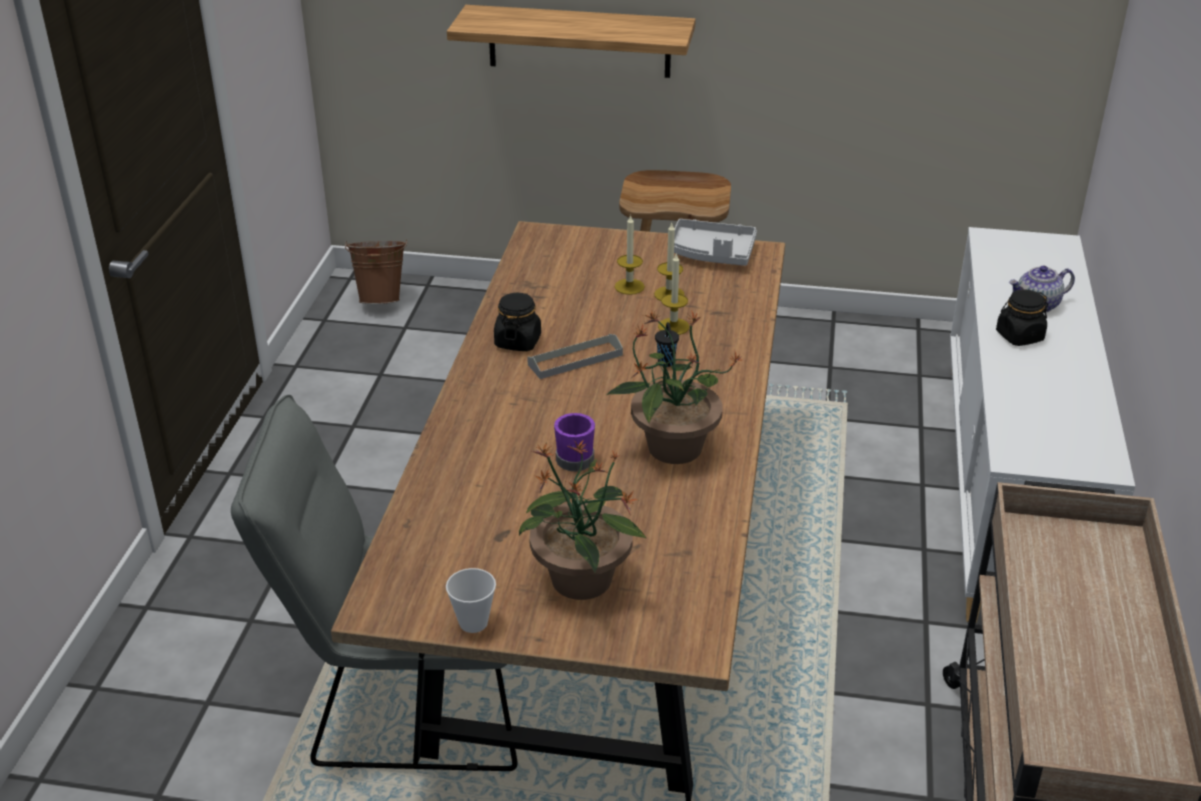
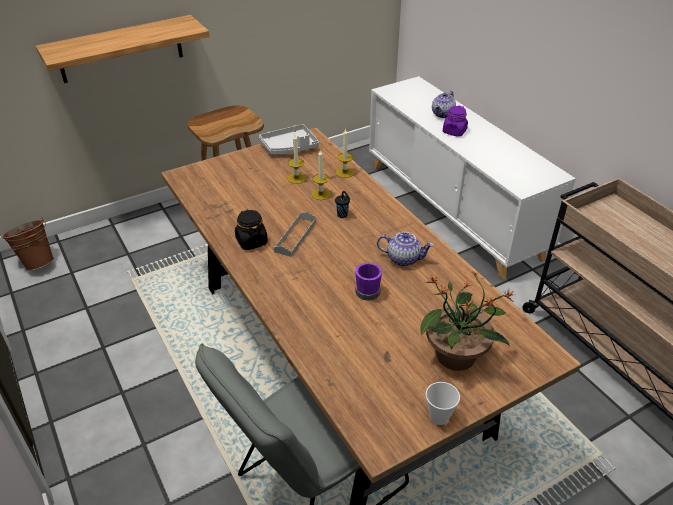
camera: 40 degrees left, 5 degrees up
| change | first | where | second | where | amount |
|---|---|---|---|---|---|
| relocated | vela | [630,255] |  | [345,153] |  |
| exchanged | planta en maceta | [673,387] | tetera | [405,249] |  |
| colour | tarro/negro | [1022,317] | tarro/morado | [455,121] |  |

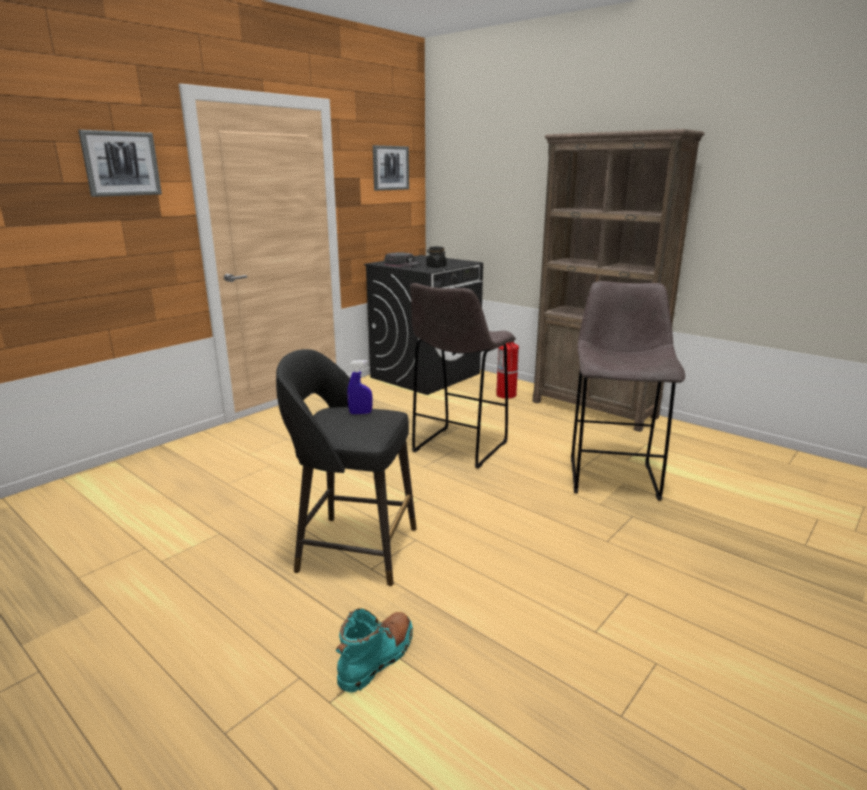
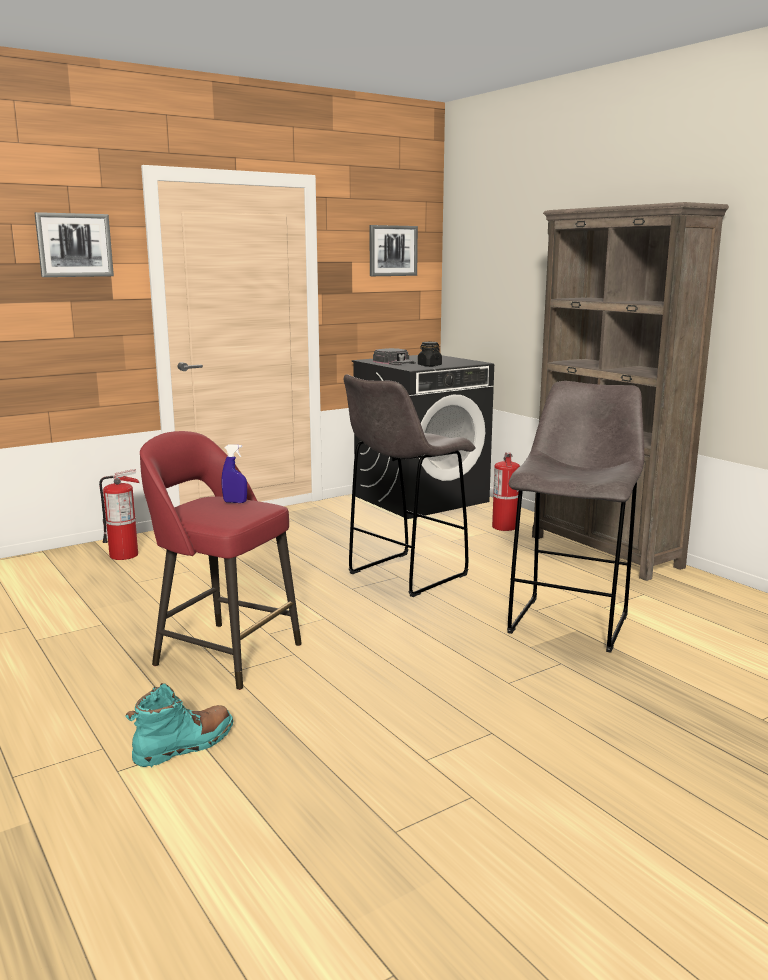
camera: 15 degrees right, 5 degrees down
| change | first | where | second | where | amount |
|---|---|---|---|---|---|
| appeared |  |  | extintor | [119,514] |  |
| colour | taburete/negro | [346,467] | taburete/rojo | [221,560] |  |

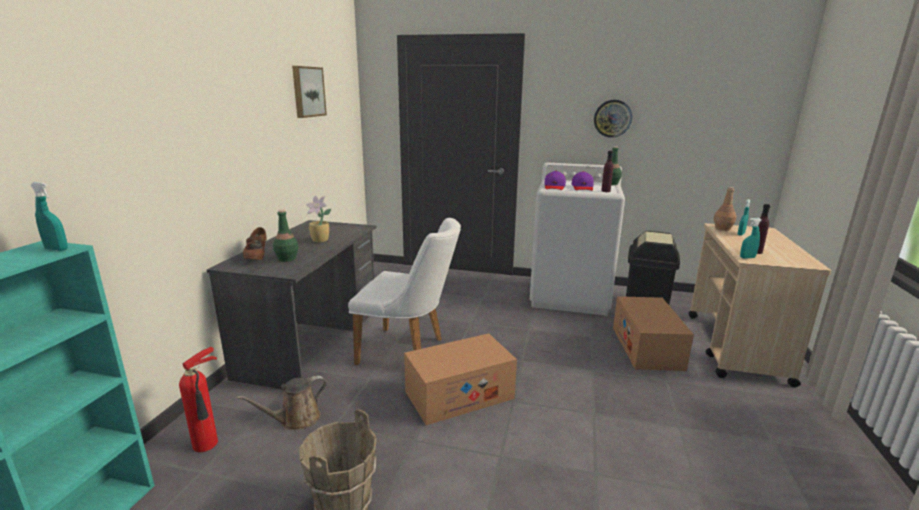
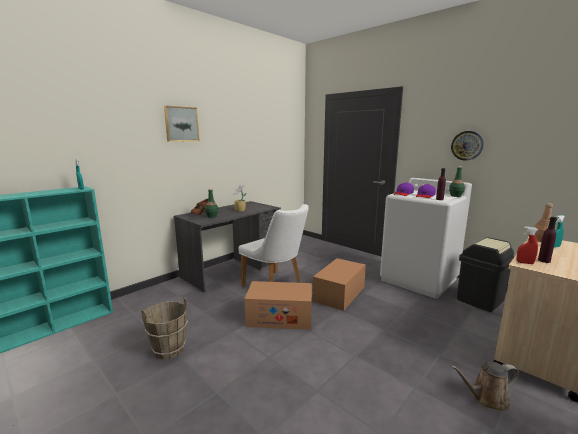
camera: 30 degrees right, 5 degrees down
| change | first | where | second | where | amount |
|---|---|---|---|---|---|
| relocated | cuadro | [309,92] |  | [181,124] |  |
| relocated | caja de cartón | [653,333] |  | [339,284] |  |
| relocated | regadera/marrón | [282,402] |  | [485,386] |  |
| colour | pulverizador/turquesa | [751,238] | pulverizador/rojo | [527,245] |  |
| missing | extintor | [198,399] |  |  |  |

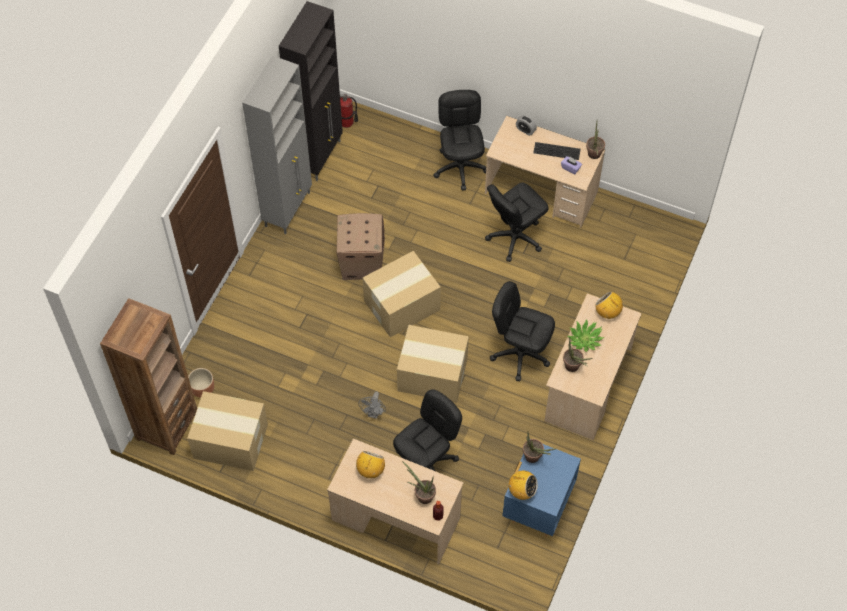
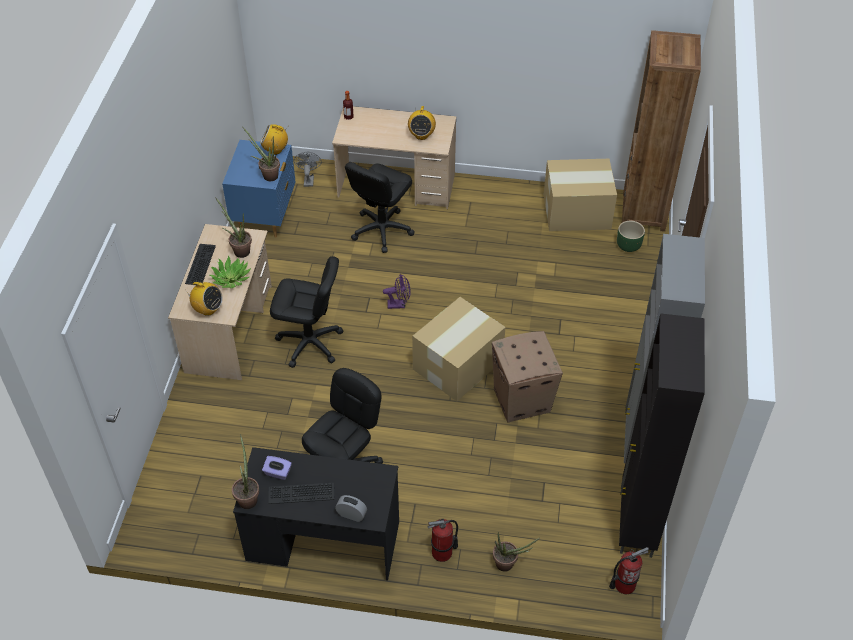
camera: 165 degrees right, 10 degrees down
| change | first | where | second | where | amount |
|---|---|---|---|---|---|
| appeared |  |  | teclado | [200,264] |  |
| colour | escritorio/beis | [545,172] | escritorio/negro | [316,514] |  |
| relocated | ventilador/gris | [372,405] |  | [308,169] |  |
| exchanged | caja de cartón | [433,364] | ventilador/morado | [397,291] |  |
| exchanged | silla de oficina/negro | [459,140] | extintor | [443,540] |  |
| relocated | planta en maceta | [419,482] |  | [516,552] |  |
| colour | maceta/marrón | [201,383] | maceta/verde | [631,236] |  |

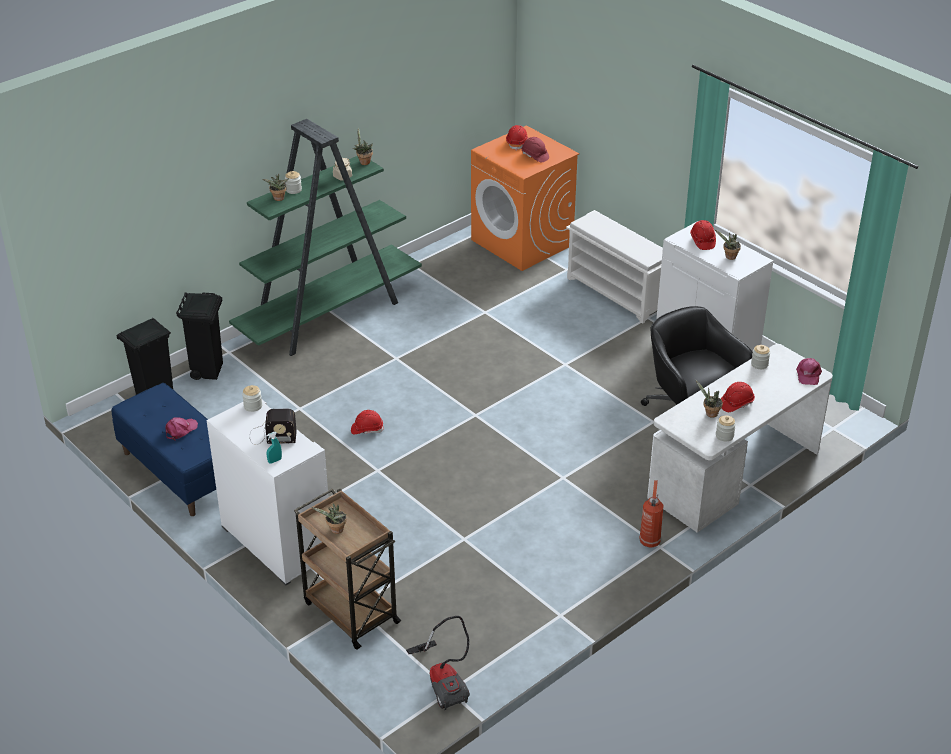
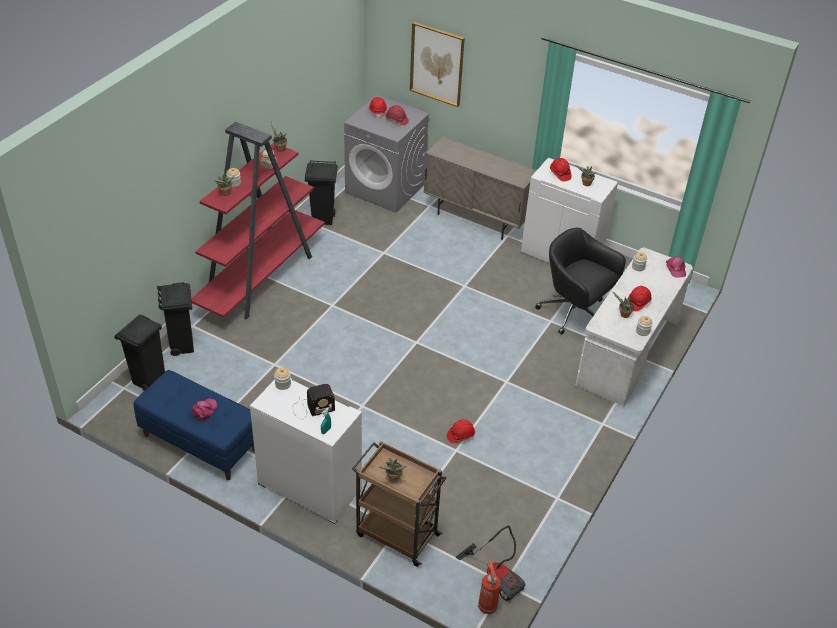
camera: 20 degrees left, 5 degrees up
| change | first | where | second | where | amount |
|---|---|---|---|---|---|
| colour | estantería/verde | [325,237] | estantería/rojo | [258,220] |  |
| appeared |  |  | papelera/negro | [321,193] |  |
| colour | lavadora/naranja | [525,198] | lavadora/gris | [387,154] |  |
| appeared |  |  | cuadro | [437,64] |  |
| exchanged | zapatero/blanco | [614,267] | armario/beis | [480,188] |  |
| relocated | casco/rojo | [367,422] |  | [461,431] |  |
| relocated | extintor | [651,514] |  | [489,586] |  |

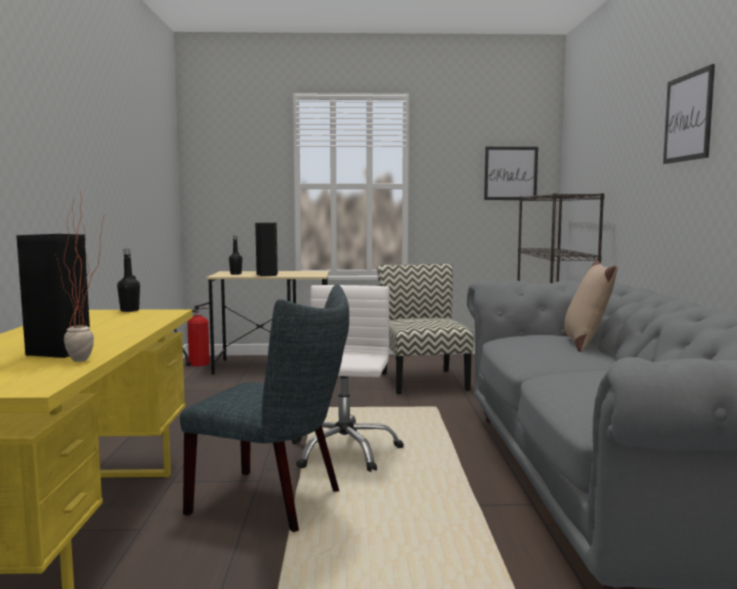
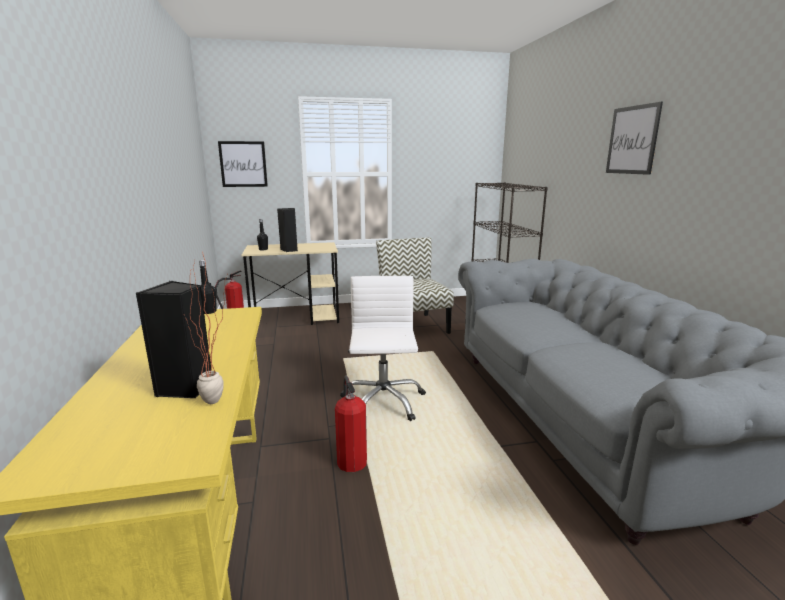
camera: 10 degrees left, 10 degrees up
| change | first | where | second | where | amount |
|---|---|---|---|---|---|
| relocated | cuadro | [511,173] |  | [243,164] |  |
| exchanged | silla/gris | [264,408] | extintor | [351,424] |  |
| missing | cojín/beis | [591,306] |  |  |  |

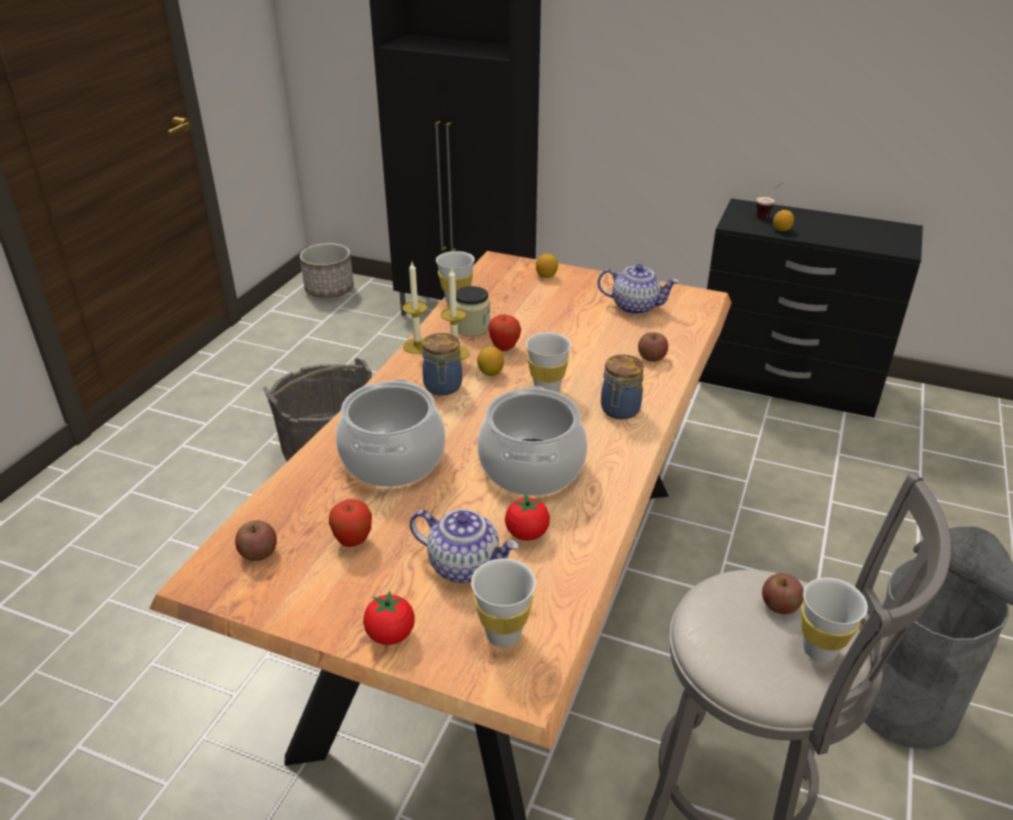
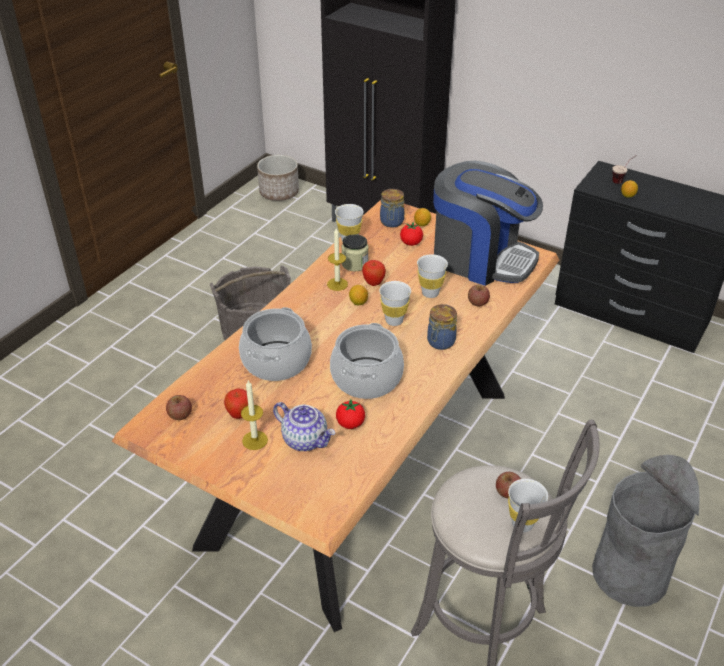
camera: 10 degrees right, 5 degrees up
| change | first | where | second | where | amount |
|---|---|---|---|---|---|
| relocated | vela | [415,308] |  | [254,415] |  |
| relocated | tarro | [442,364] |  | [392,208] |  |
| relocated | tomate | [389,618] |  | [411,234] |  |
| relocated | taza/blanco | [503,603] |  | [432,276] |  |
| exchanged | tetera | [638,289] | cafetera | [488,223] |  |

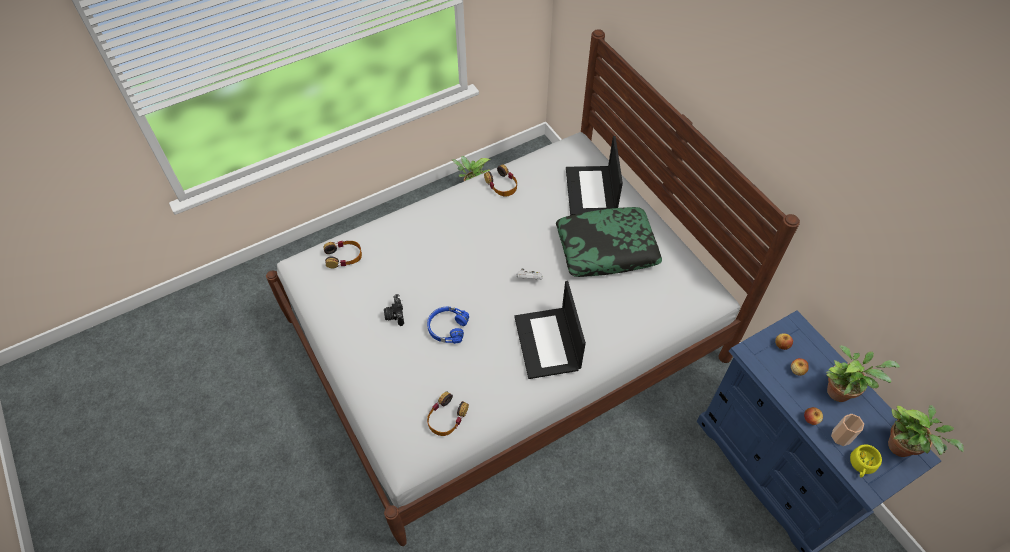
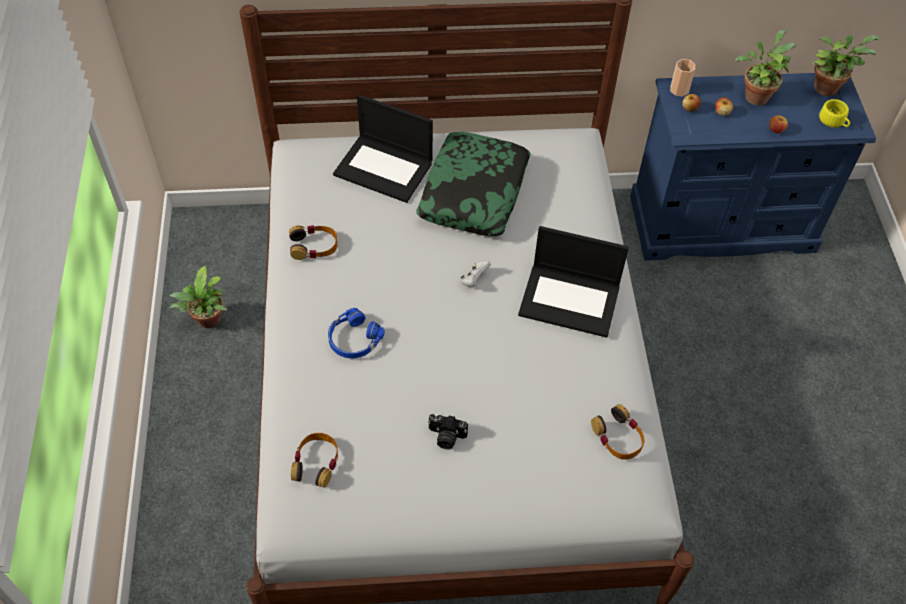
camera: 65 degrees left, 0 degrees up
| change | first | where | second | where | amount |
|---|---|---|---|---|---|
| relocated | auriculares/azul | [448,325] |  | [356,333] |  |
| relocated | taza | [847,430] |  | [683,78] |  |

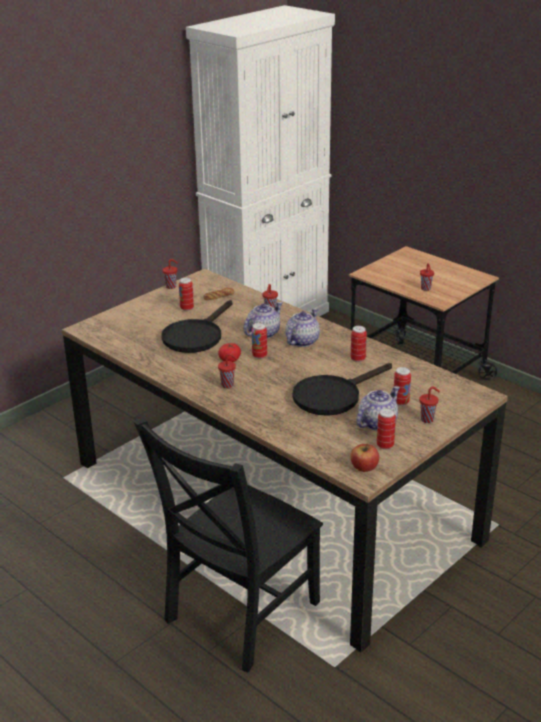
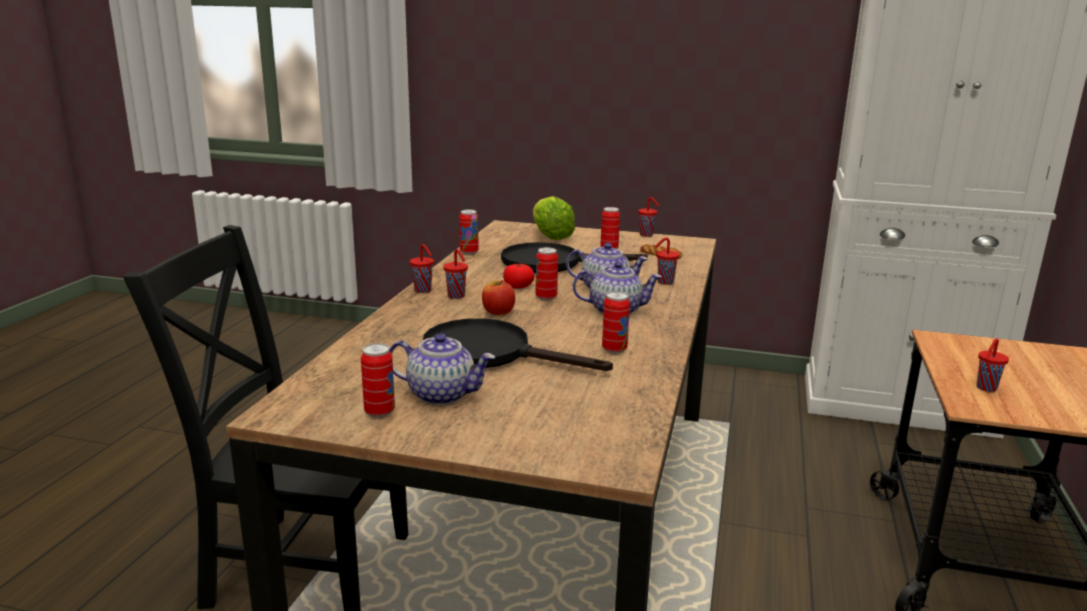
camera: 60 degrees right, 10 degrees down
| change | first | where | second | where | amount |
|---|---|---|---|---|---|
| relocated | taza/rojo | [429,405] |  | [422,268] |  |
| relocated | lata | [402,386] |  | [468,232] |  |
| relocated | manzana | [365,458] |  | [498,297] |  |
| appeared |  |  | lechuga | [554,218] |  |

